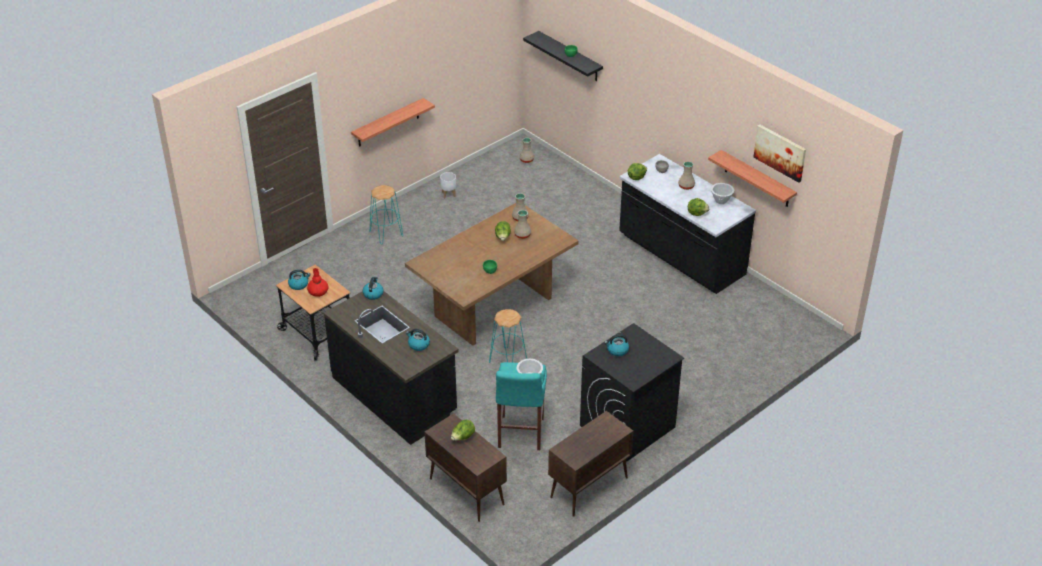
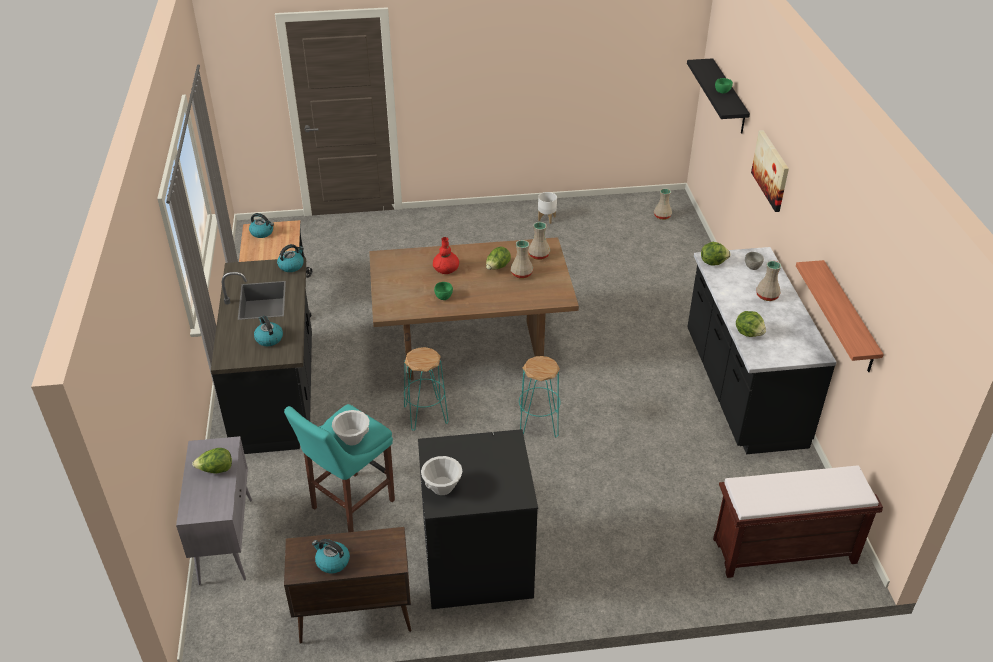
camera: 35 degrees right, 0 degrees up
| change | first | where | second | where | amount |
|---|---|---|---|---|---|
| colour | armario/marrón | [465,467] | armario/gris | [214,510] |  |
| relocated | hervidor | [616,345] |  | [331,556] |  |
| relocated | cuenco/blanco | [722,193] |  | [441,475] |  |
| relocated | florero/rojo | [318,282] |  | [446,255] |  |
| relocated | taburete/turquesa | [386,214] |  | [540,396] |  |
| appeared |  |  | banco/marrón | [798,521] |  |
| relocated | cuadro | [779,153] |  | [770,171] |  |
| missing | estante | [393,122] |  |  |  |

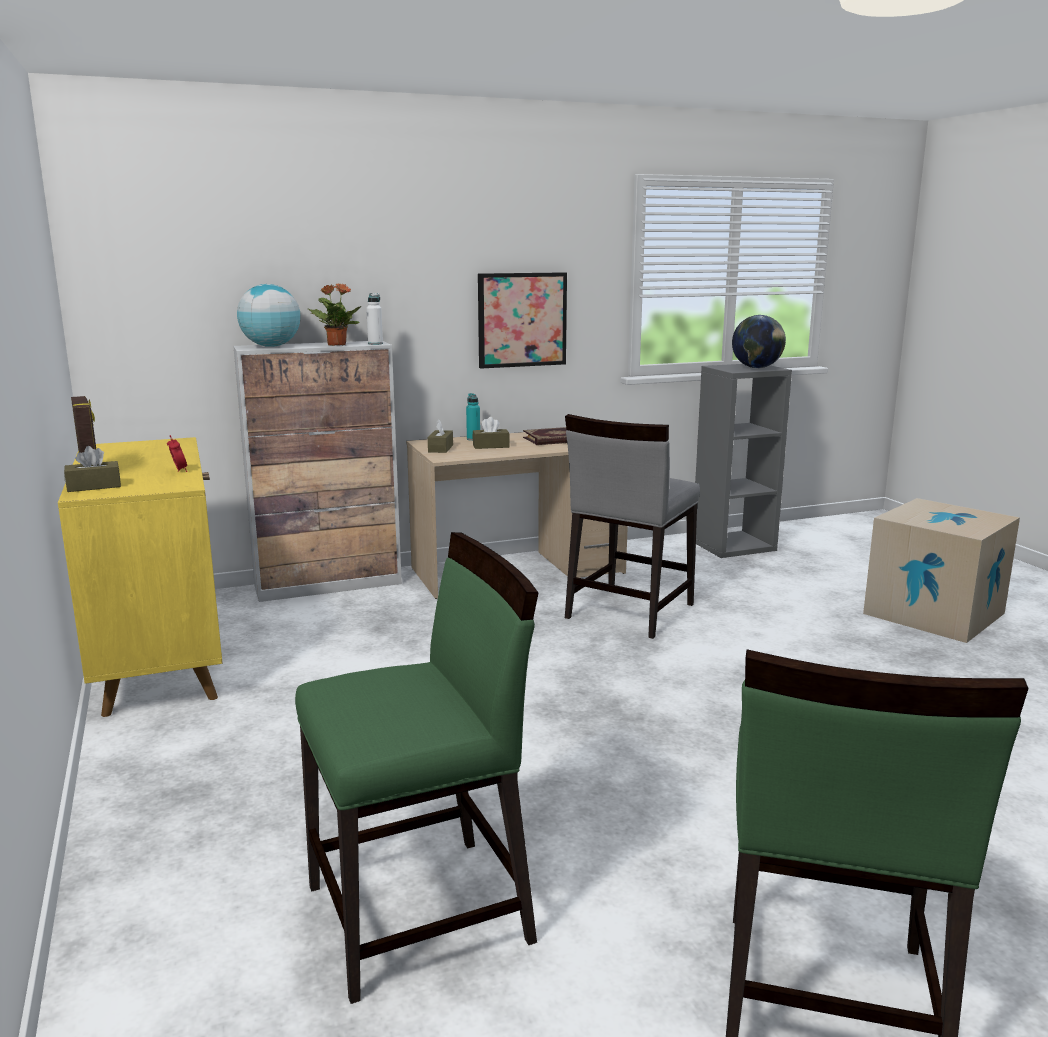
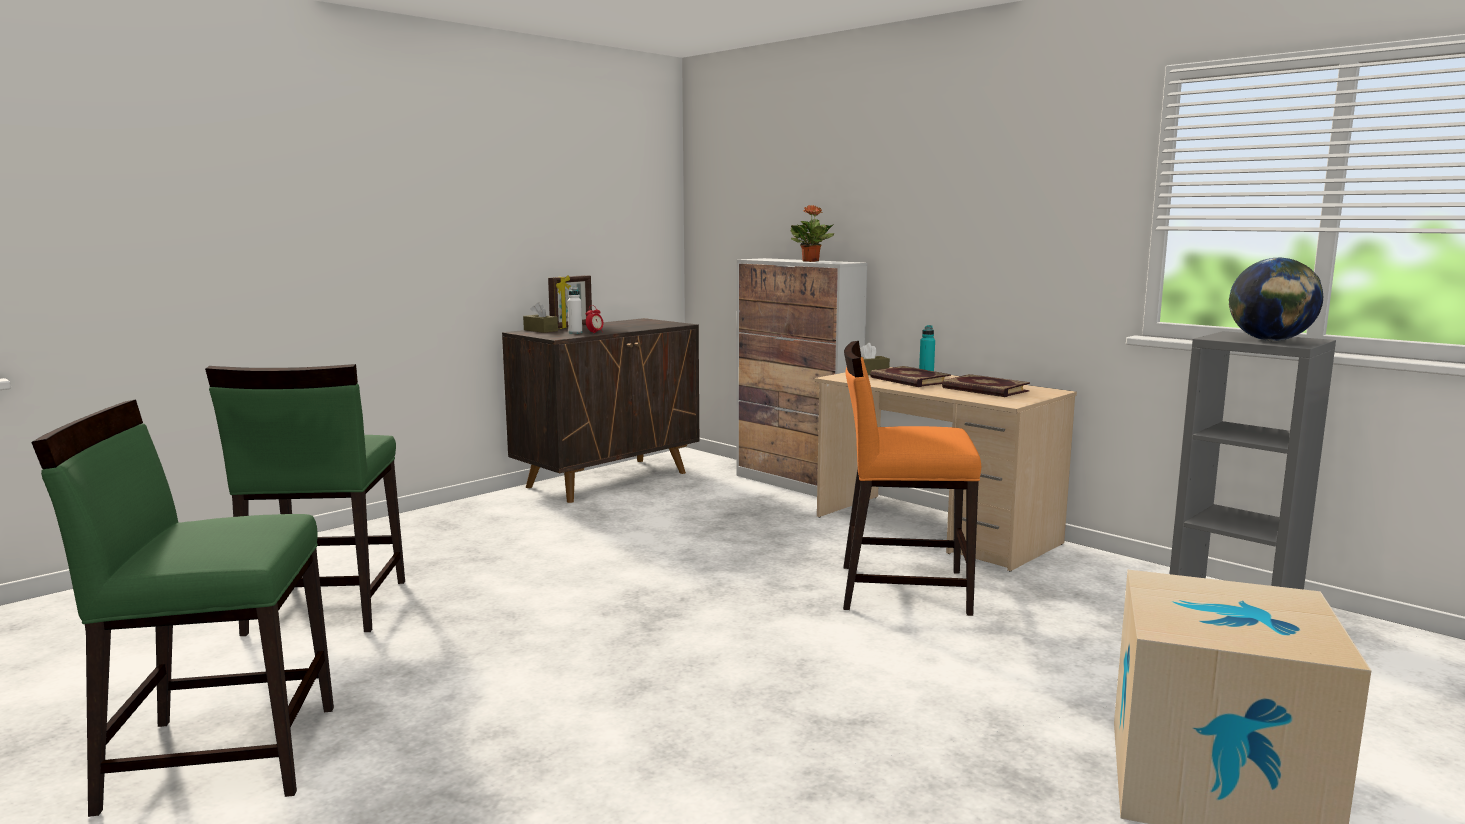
camera: 65 degrees right, 5 degrees down
| change | first | where | second | where | amount |
|---|---|---|---|---|---|
| spun | silla/verde | [416,768] |  | [305,500] | 45 degrees clockwise |
| colour | armario/amarillo | [140,577] | armario/marrón | [601,410] |  |
| relocated | botella/blanco | [374,319] |  | [575,310] |  |
| colour | silla/gris | [632,526] | silla/naranja | [912,478] |  |
| exchanged | caja de pañuelos/marrón | [491,433] | libro | [910,376] |  |
| missing | globo terráqueo | [269,315] |  |  |  |
| missing | cuadro | [522,320] |  |  |  |

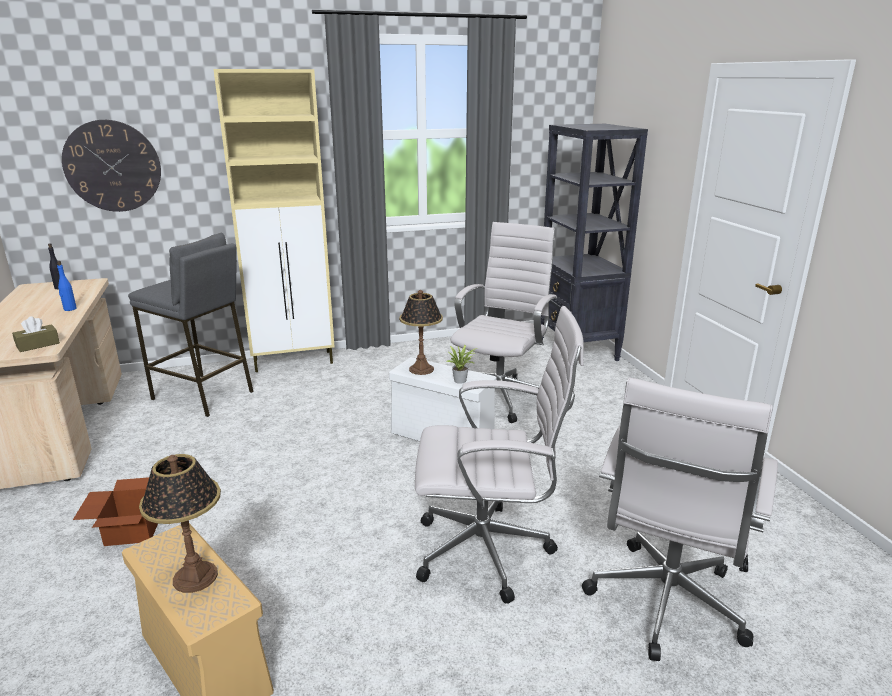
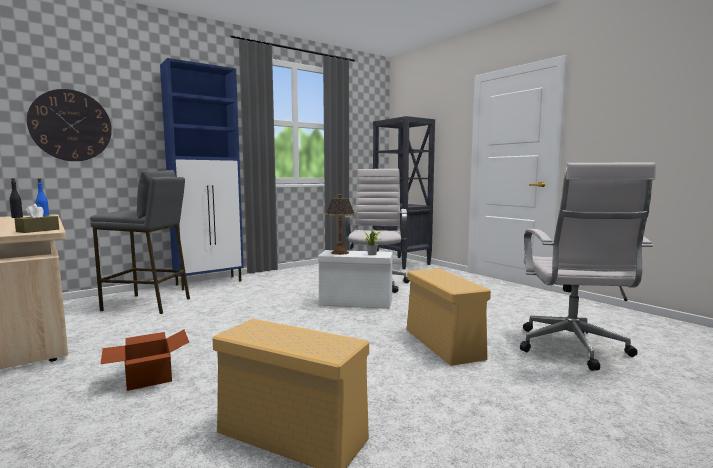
camera: 20 degrees left, 15 degrees down
| change | first | where | second | where | amount |
|---|---|---|---|---|---|
| colour | armario/beis | [274,220] | armario/azul | [202,174] |  |
| exchanged | silla de oficina/blanco | [499,455] | caja de almacenaje/beis | [449,317] |  |
| missing | lámpara de mesa | [180,523] |  |  |  |

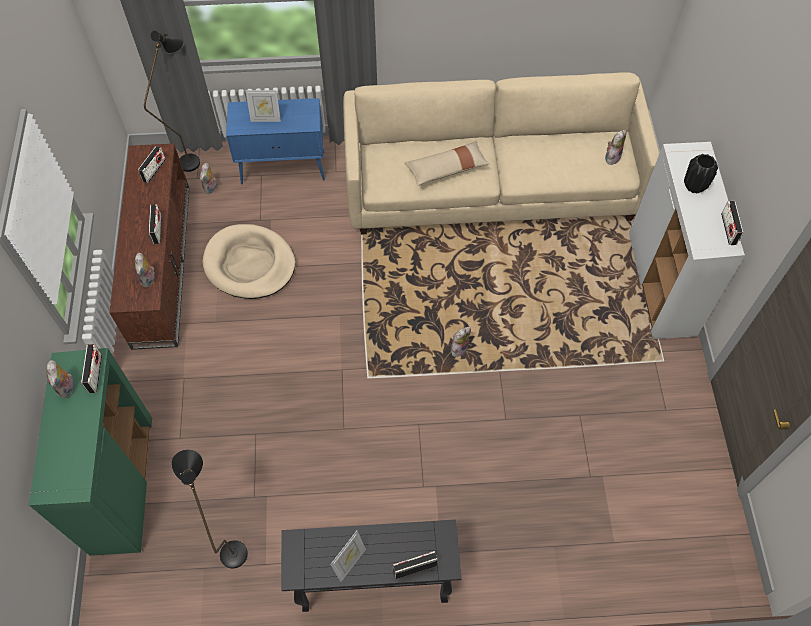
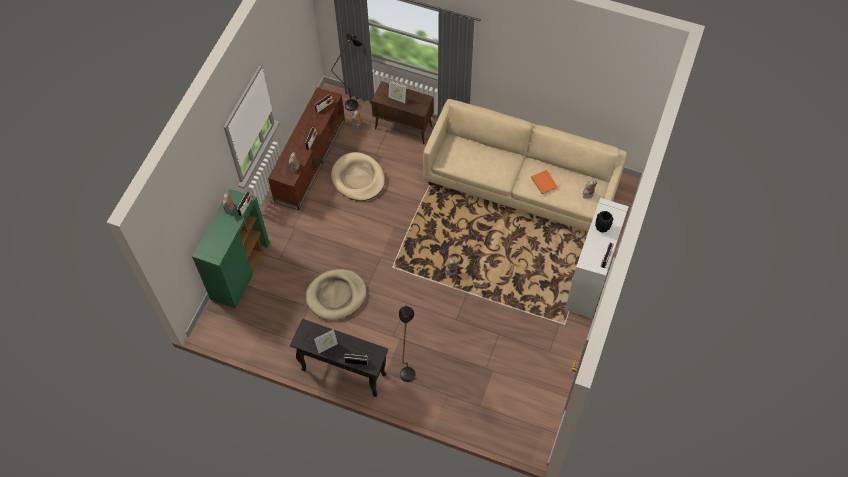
camera: 25 degrees right, 0 degrees up
| change | first | where | second | where | amount |
|---|---|---|---|---|---|
| appeared |  |  | cama para perro/beis | [336,294] |  |
| colour | armario/azul | [275,141] | armario/marrón | [402,112] |  |
| relocated | lámpara de pie/negro | [209,508] |  | [407,344] |  |
| appeared |  |  | libro/naranja | [544,182] |  |
| missing | cojín/beis | [447,163] |  |  |  |

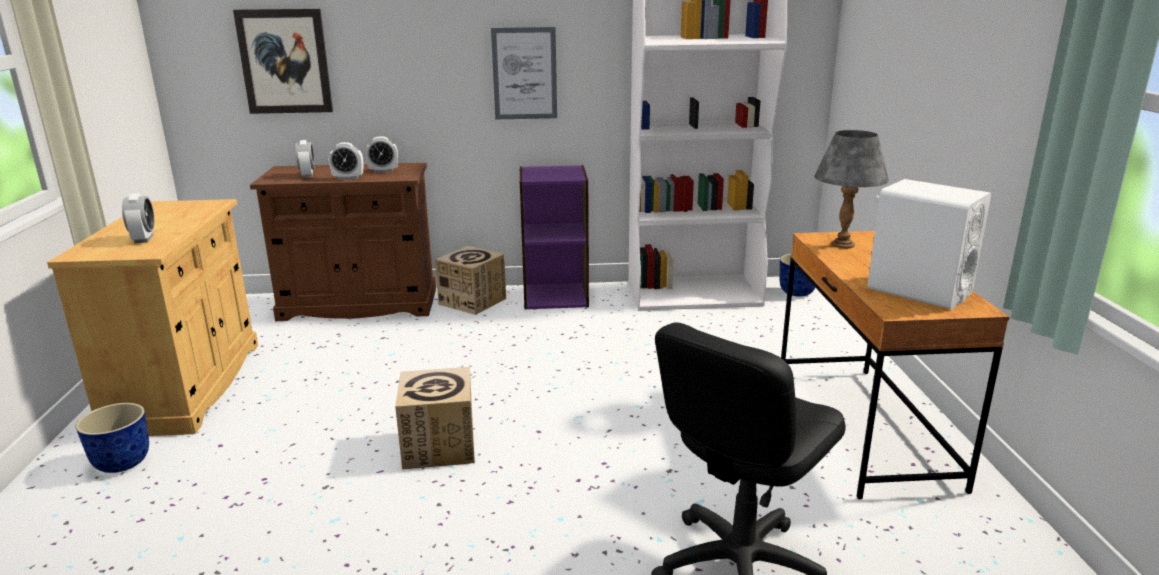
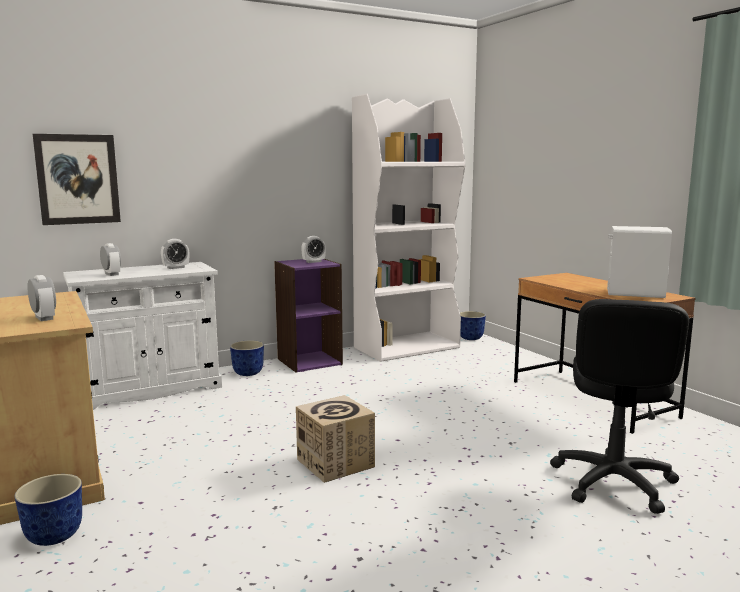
camera: 25 degrees left, 10 degrees down
| change | first | where | second | where | amount |
|---|---|---|---|---|---|
| colour | armario/marrón | [343,242] | armario/blanco | [142,336] |  |
| exchanged | caja de cartón | [470,280] | maceta | [247,358] |  |
| relocated | despertador | [346,161] |  | [313,249] |  |
| missing | cuadro | [524,73] |  |  |  |
| missing | lámpara de mesa/gris | [851,189] |  |  |  |

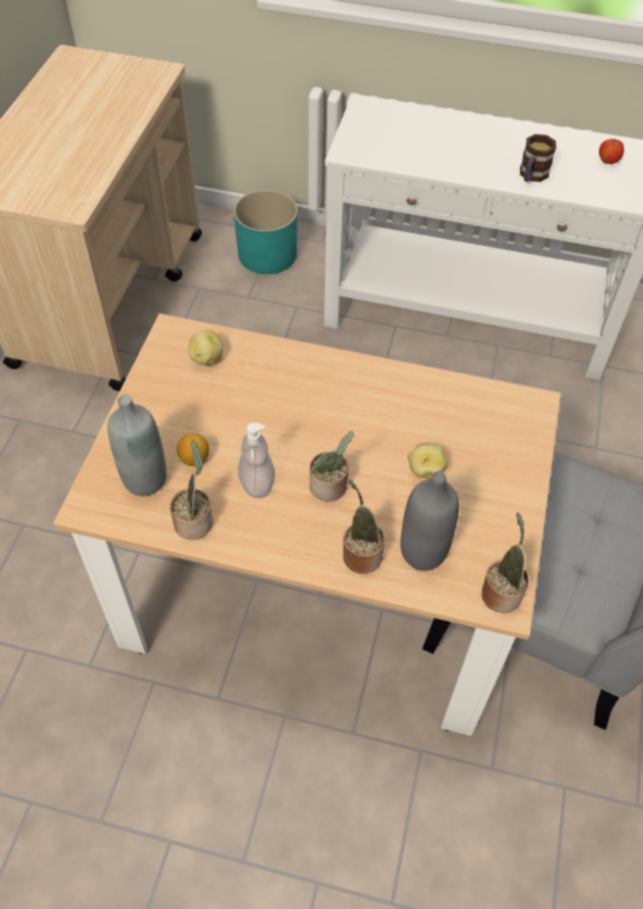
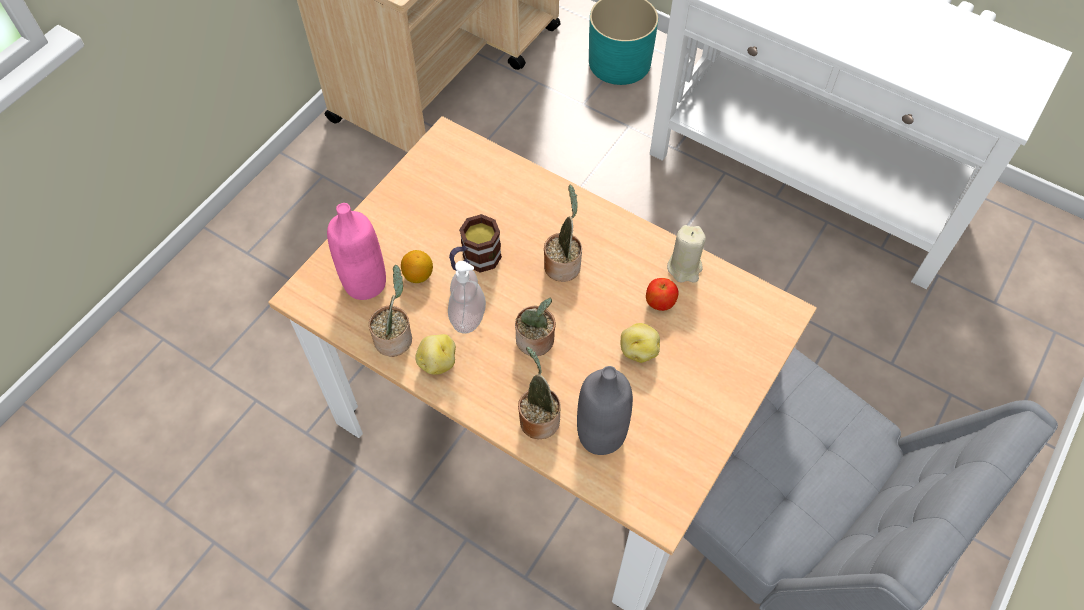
camera: 20 degrees right, 5 degrees up
| change | first | where | second | where | amount |
|---|---|---|---|---|---|
| colour | botella/gris | [137,445] | botella/rosa | [356,251] |  |
| relocated | patata | [205,347] |  | [435,354] |  |
| relocated | taza grande | [538,158] |  | [475,243] |  |
| relocated | planta en maceta | [505,563] |  | [563,233] |  |
| relocated | manzana | [611,151] |  | [662,294] |  |
| appeared |  |  | vela/beis | [686,254] |  |

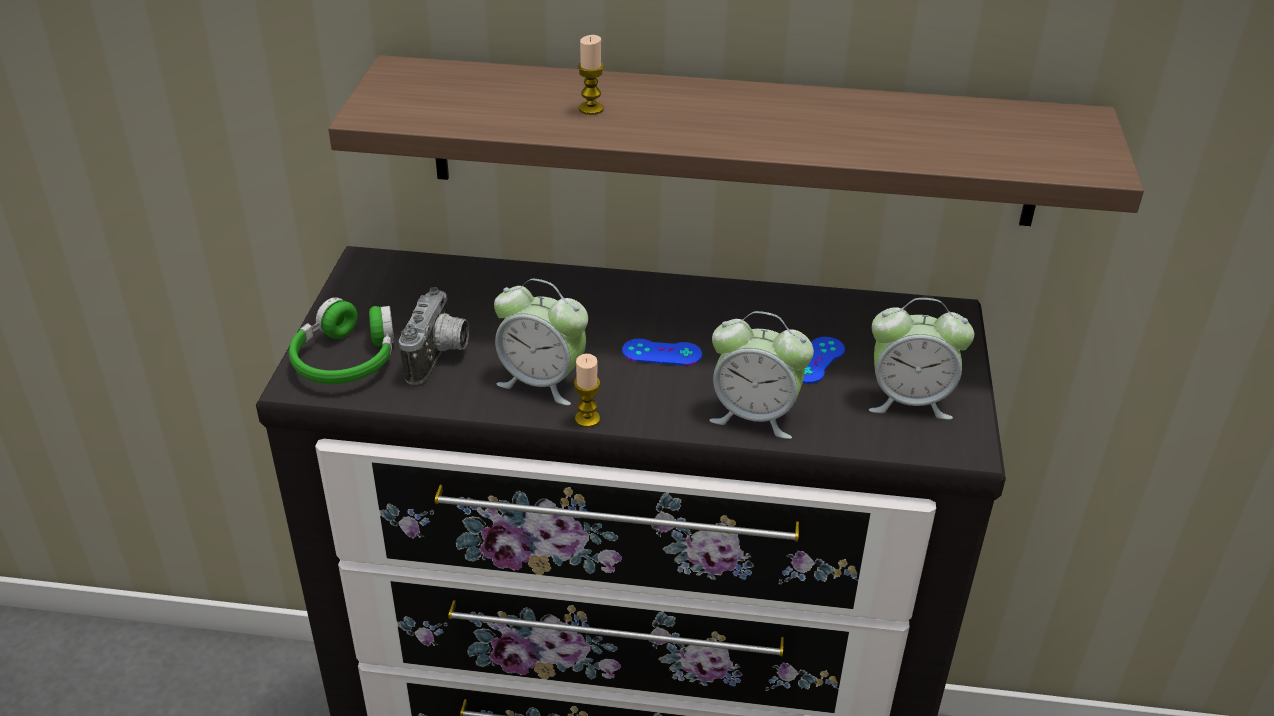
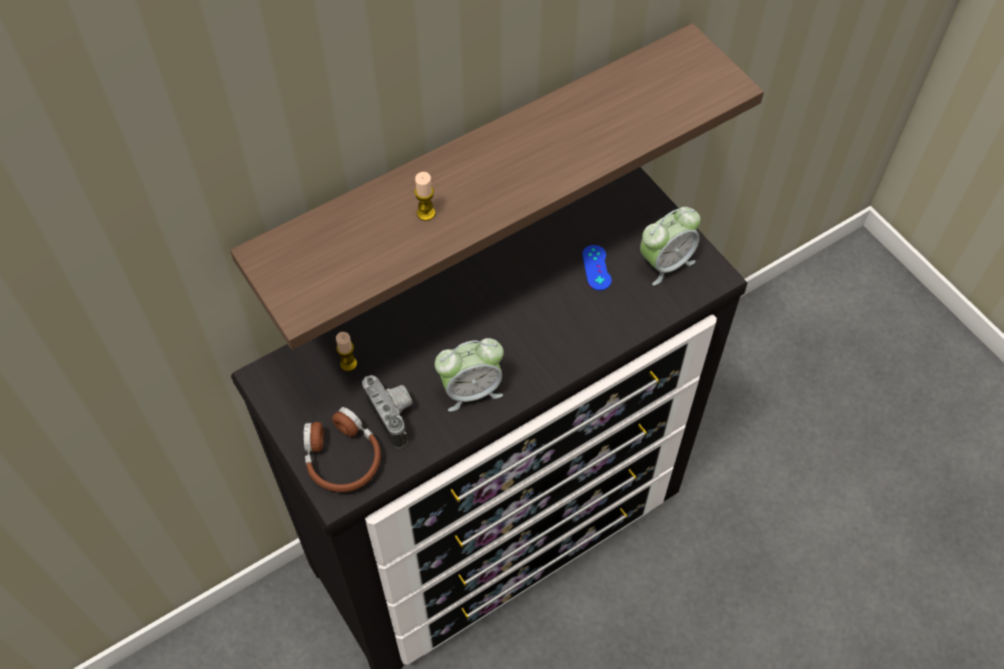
camera: 40 degrees left, 20 degrees up
| change | first | where | second | where | amount |
|---|---|---|---|---|---|
| colour | auriculares/verde | [341,340] | auriculares/marrón | [342,449] |  |
| relocated | vela | [587,391] |  | [346,352] |  |
| missing | mando de consola/azul | [662,352] |  |  |  |
| missing | despertador | [761,375] |  |  |  |

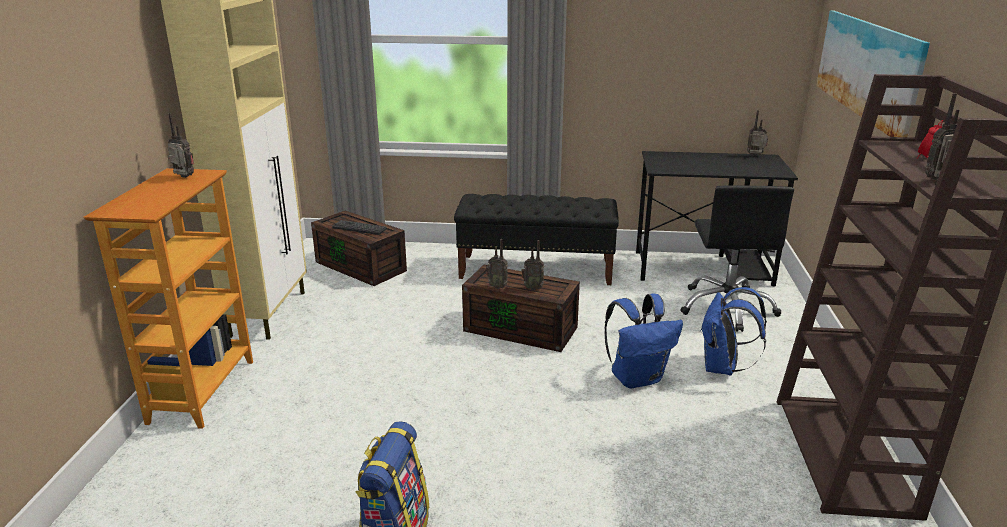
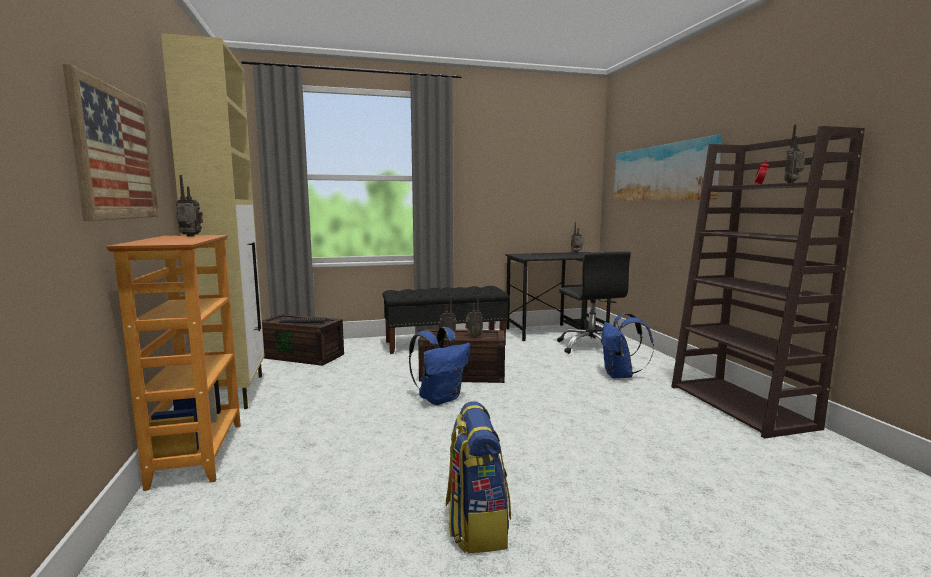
camera: 20 degrees left, 15 degrees down
| change | first | where | second | where | amount |
|---|---|---|---|---|---|
| appeared |  |  | cuadro | [111,142] |  |
| relocated | mochila/azul | [643,341] |  | [439,366] |  |

